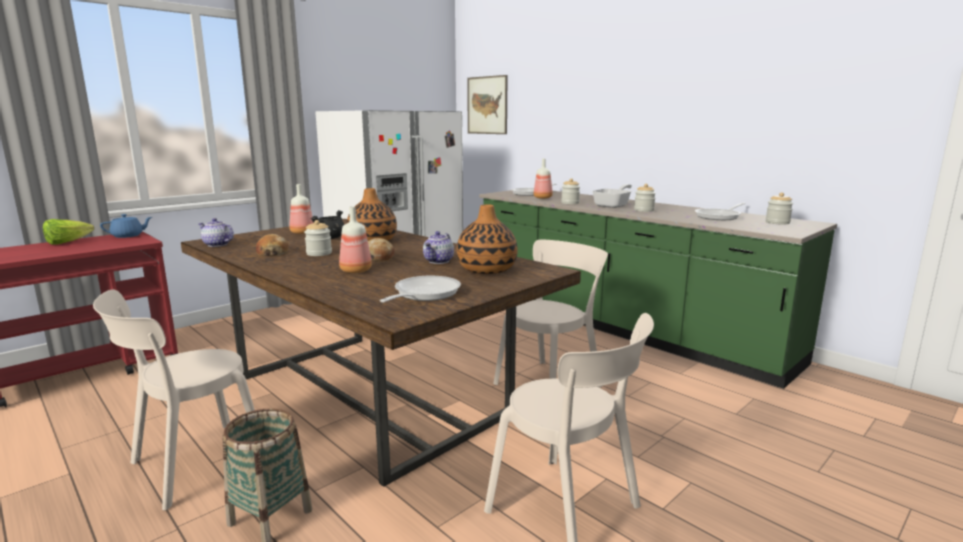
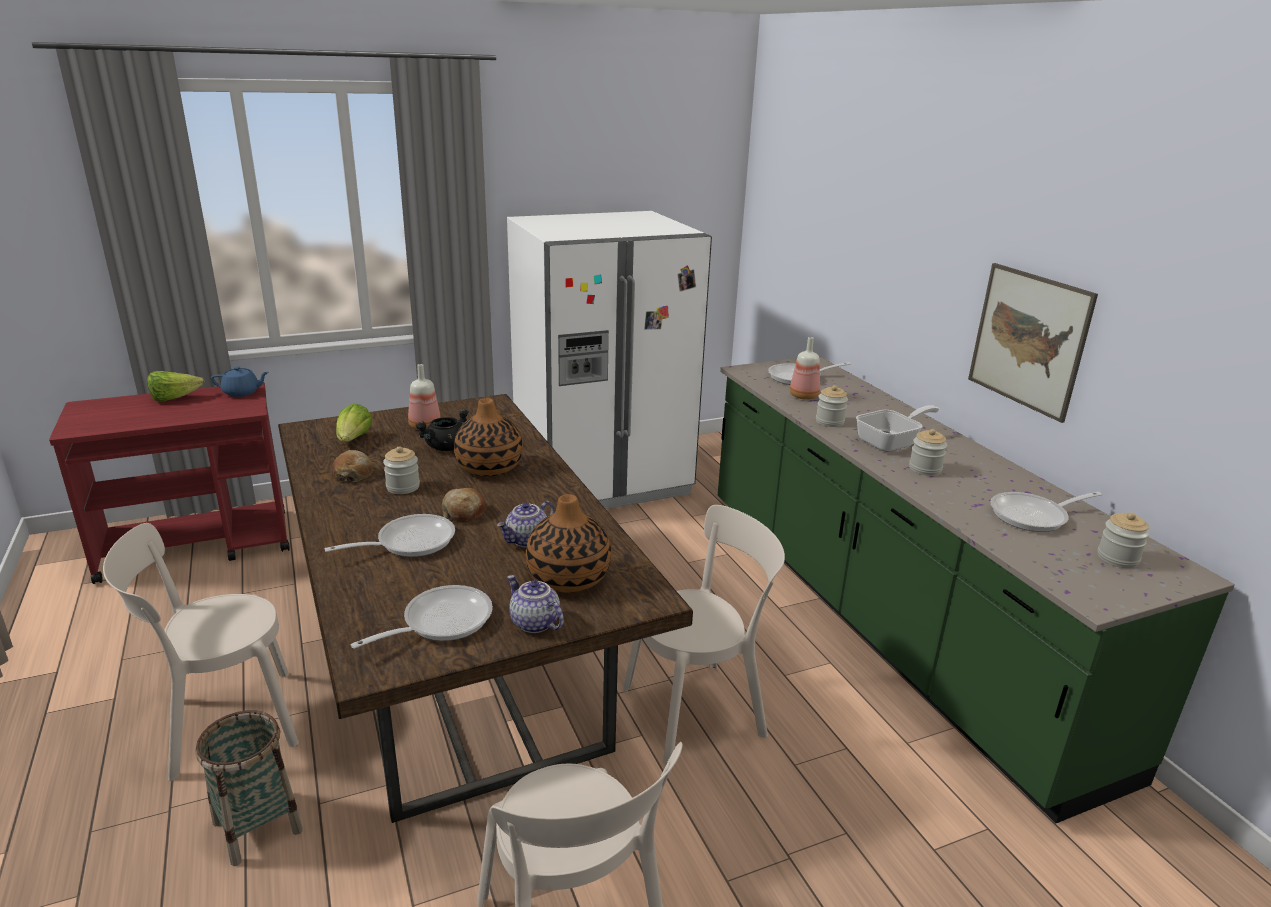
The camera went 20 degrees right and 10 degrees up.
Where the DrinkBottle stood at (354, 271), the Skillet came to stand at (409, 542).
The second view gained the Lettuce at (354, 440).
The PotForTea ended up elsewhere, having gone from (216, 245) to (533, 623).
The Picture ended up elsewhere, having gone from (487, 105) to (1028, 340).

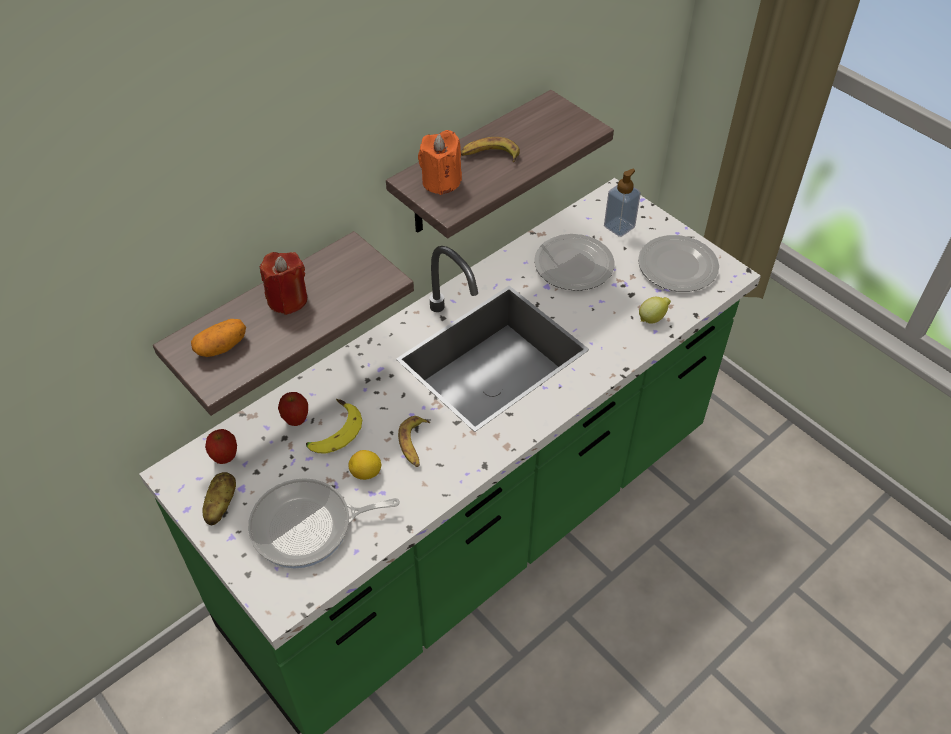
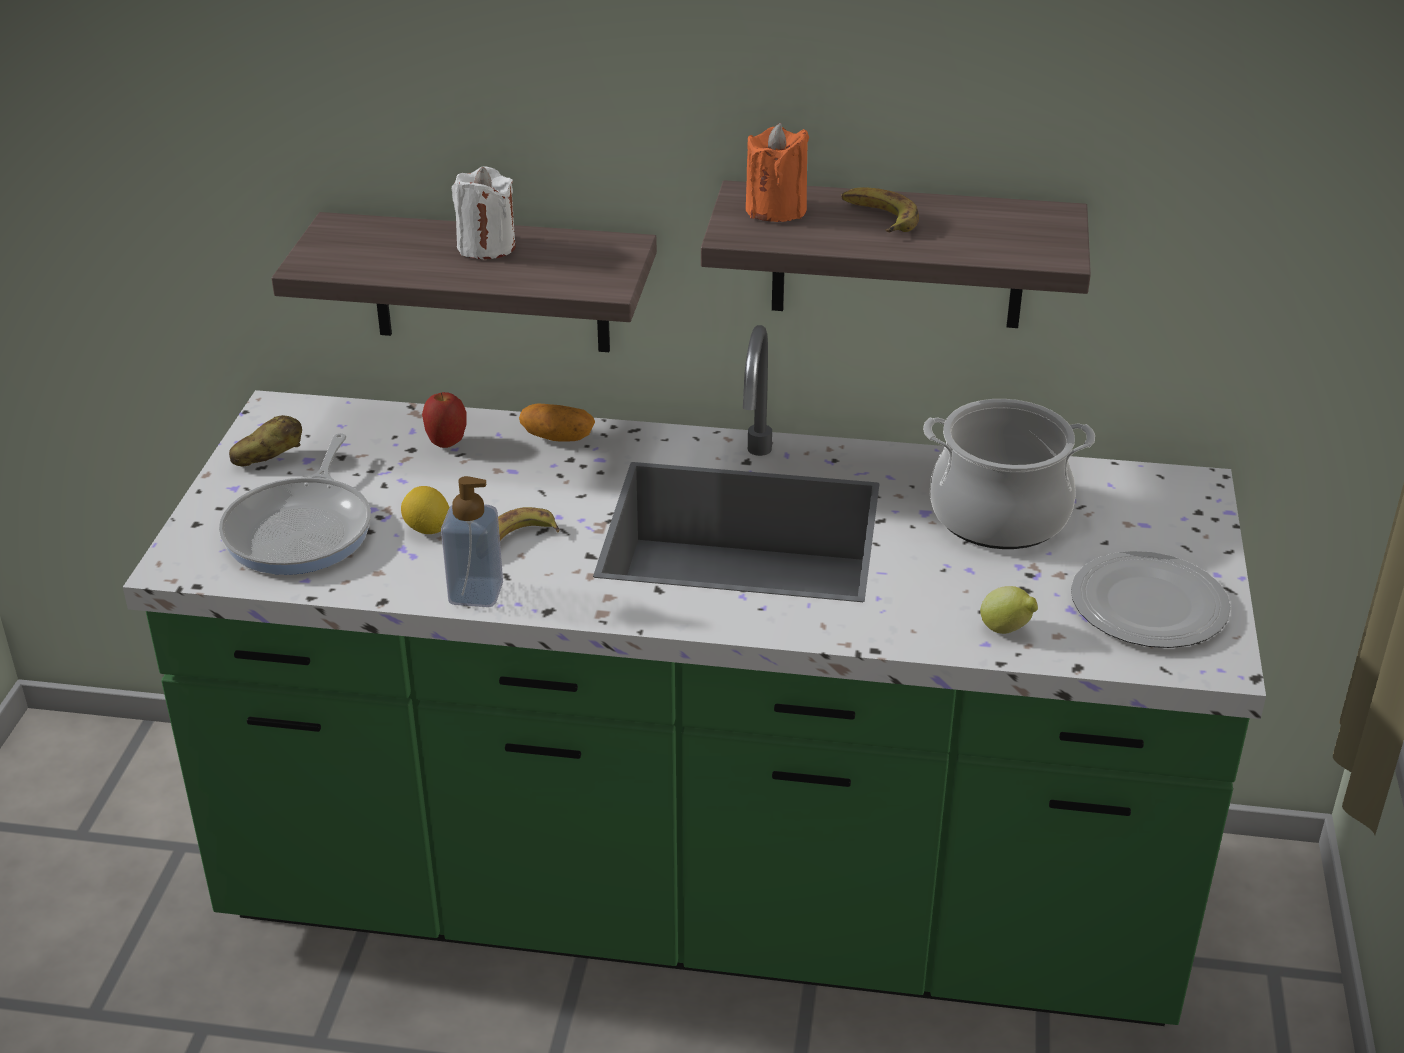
The camera went 50 degrees right and 15 degrees down.
The Skillet at (308, 527) ended up facing another way, 120 degrees counterclockwise from before.
The SoapDispenser ended up elsewhere, having gone from (619, 227) to (476, 593).
What was the ReddishCandle at (287, 299) turned into the WhitishCandle at (486, 247).
The Spud ended up elsewhere, having gone from (221, 347) to (557, 437).
Where the FlatDish stood at (574, 266), the CookingPot came to stand at (998, 516).
The second view lost the AppleFruit at (225, 457).
The second view lost the WholeBanana at (332, 431).

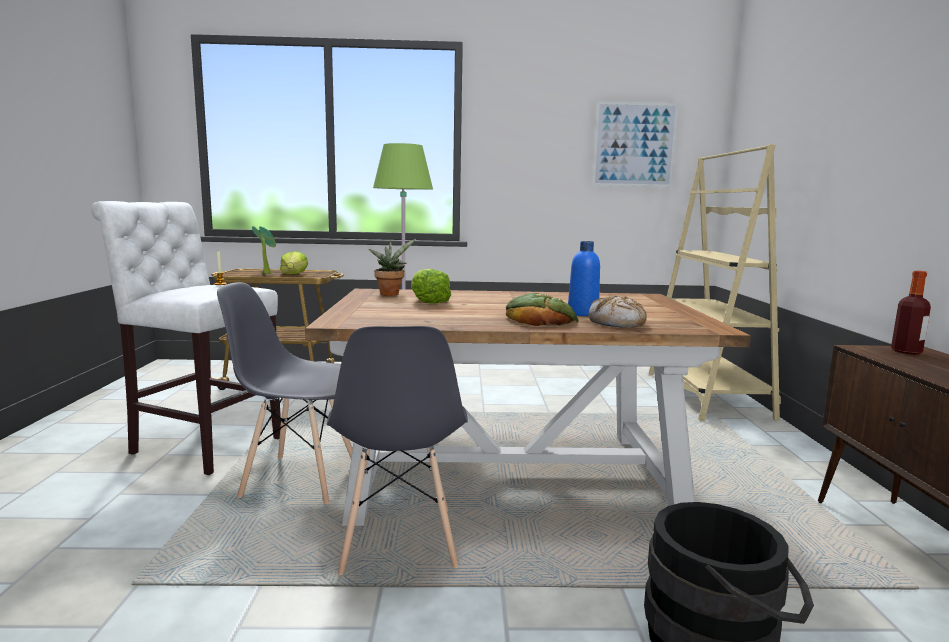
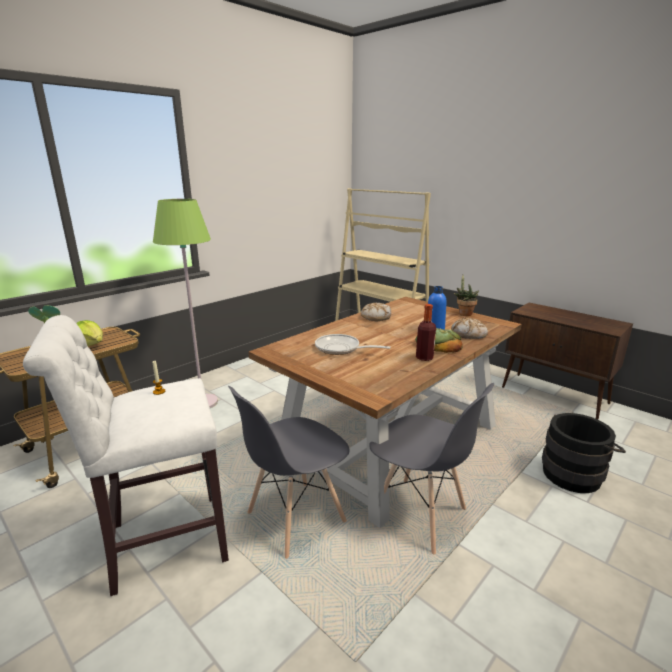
The camera went 45 degrees left and 10 degrees up.
Where the Lettuce stood at (428, 301), the Skillet came to stand at (341, 349).
The second view gained the BakeryBread at (376, 317).
The DrinkBottle ended up elsewhere, having gone from (906, 351) to (424, 358).
The PlantInAPot ended up elsewhere, having gone from (390, 294) to (464, 313).
The second view lost the Picture at (634, 145).

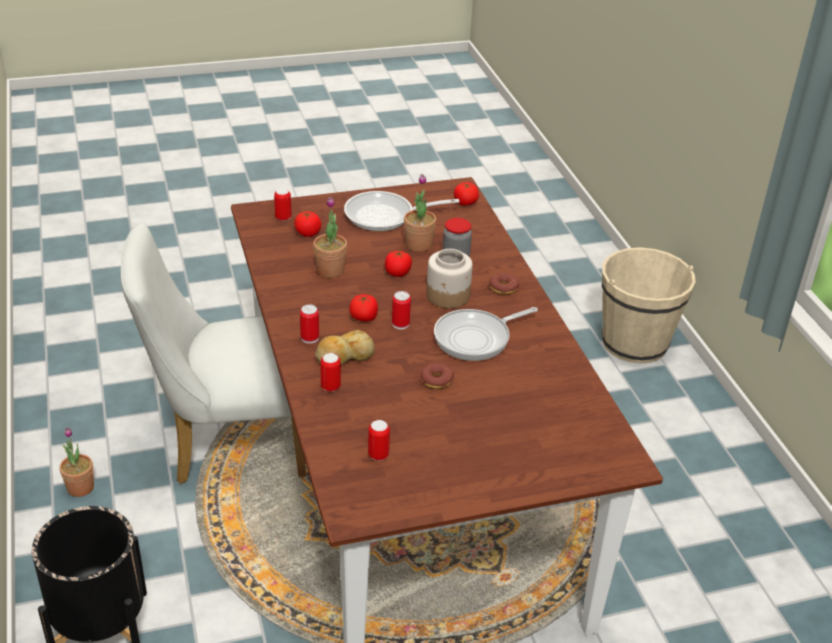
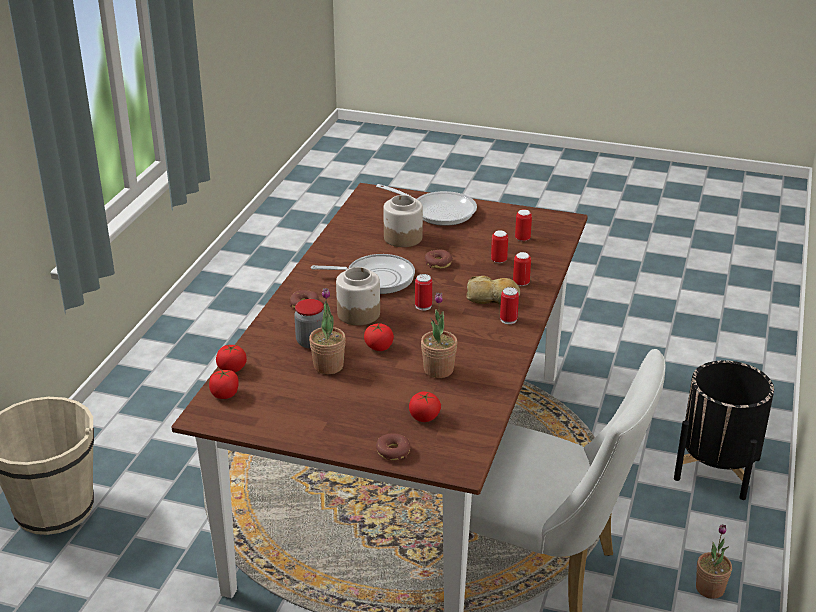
The camera went 145 degrees left and 5 degrees down.
The WholeTomato ended up elsewhere, having gone from (363, 317) to (232, 368).
The Skillet ended up elsewhere, having gone from (385, 216) to (438, 211).
The second view gained the Donut at (393, 451).
The second view gained the StorageJar at (402, 238).
The SealedCan ended up elsewhere, having gone from (283, 218) to (498, 260).

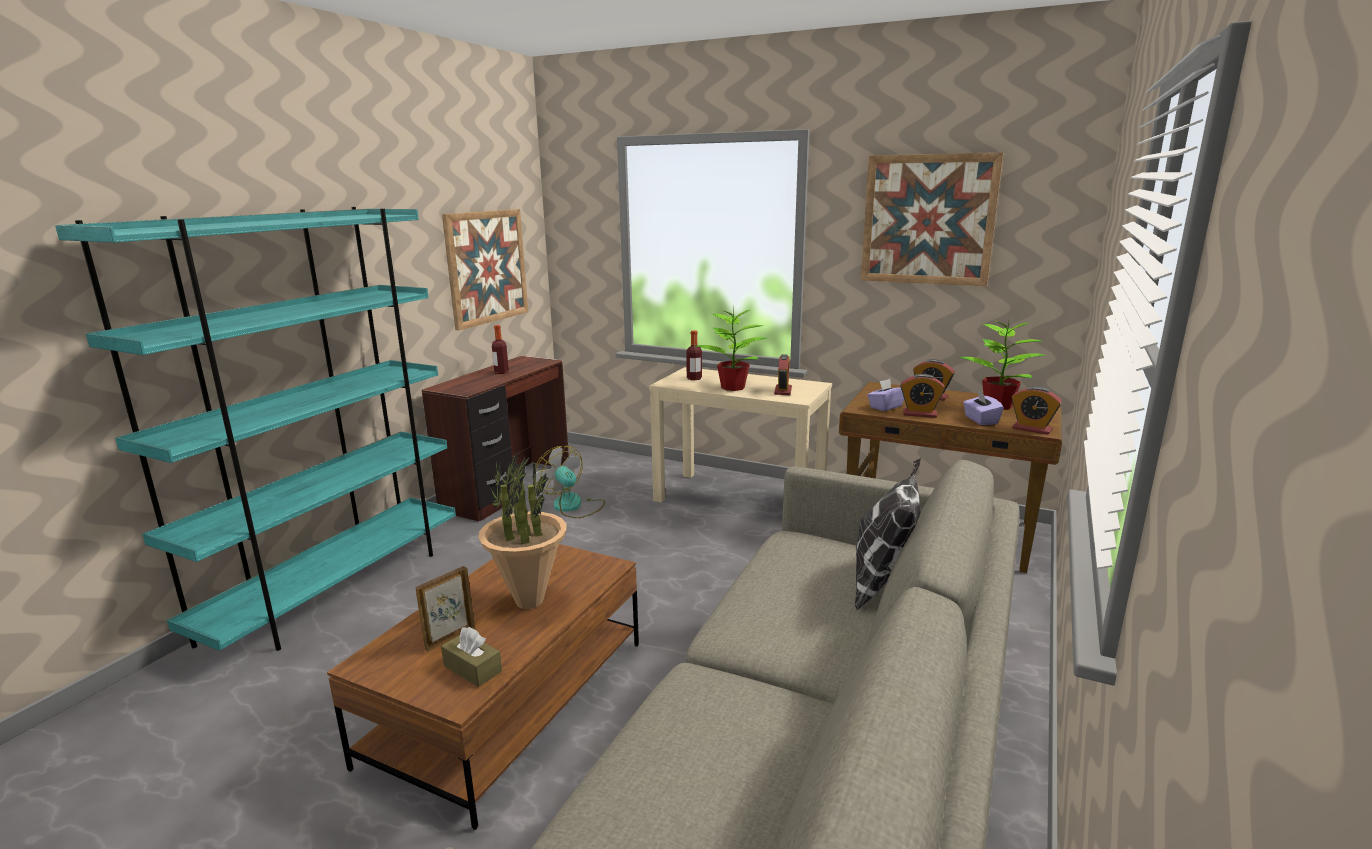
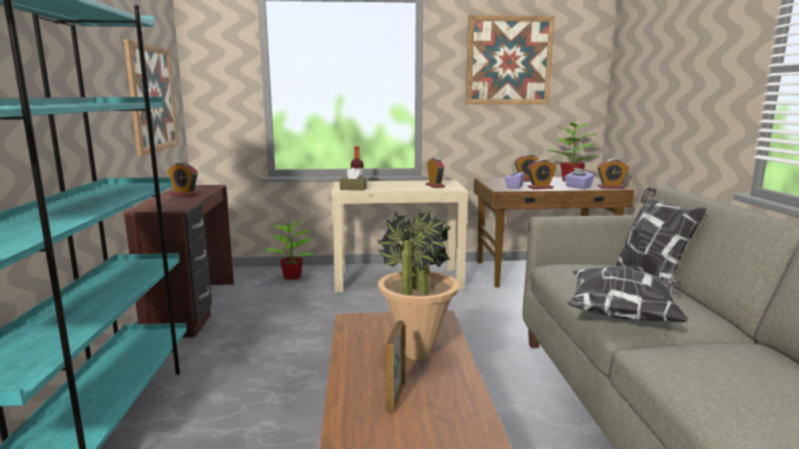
The camera went 30 degrees left and 5 degrees down.
Where the DrinkBottle stood at (501, 372), the TableClock came to stand at (184, 195).
The PlantInAPot ended up elsewhere, having gone from (733, 387) to (292, 276).
The BrownishTissueBox ended up elsewhere, having gone from (472, 668) to (353, 189).
The second view gained the Pillow at (623, 316).
The second view lost the ElectricFan at (573, 506).

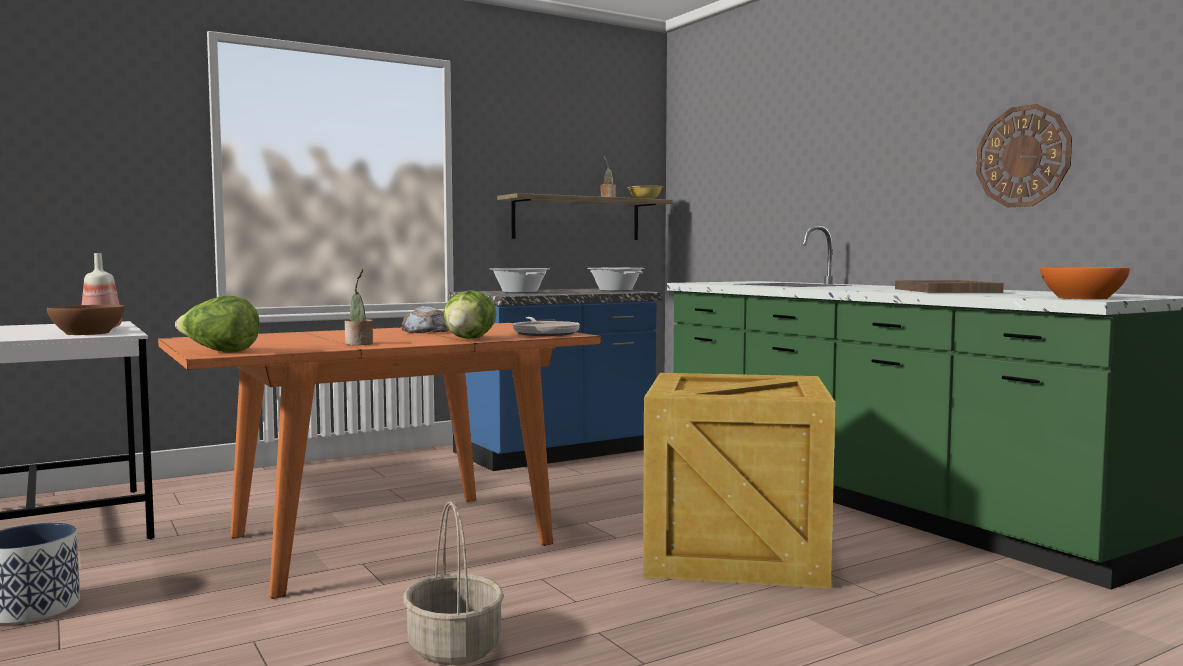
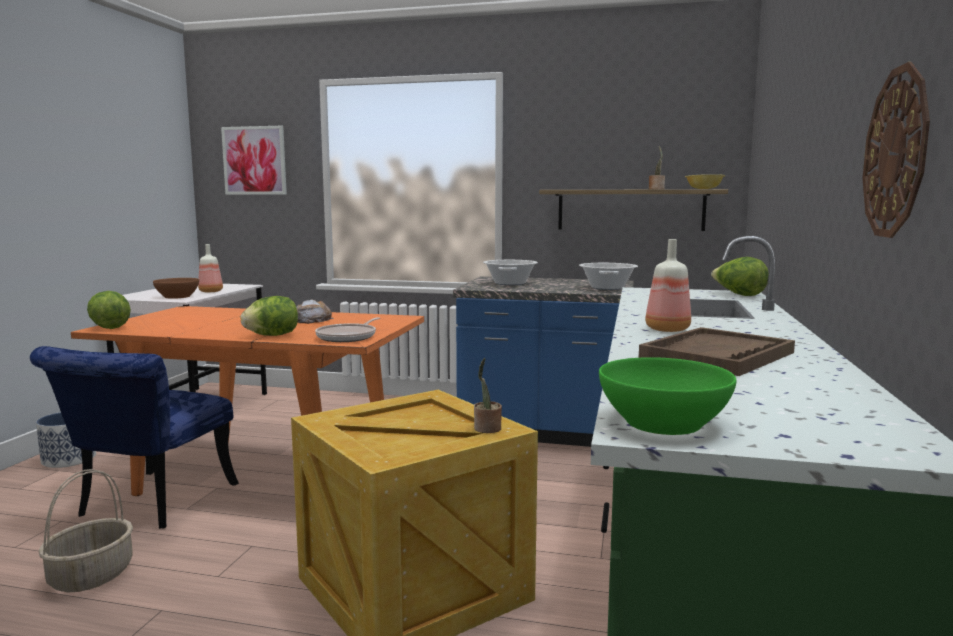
The camera went 45 degrees right and 5 degrees up.
The second view gained the BlueUprightChair at (148, 505).
The second view gained the Picture at (254, 160).
The PlantInAPot ended up elsewhere, having gone from (359, 344) to (487, 429).
What was the OrangeBowl at (1083, 298) turned into the GreenishBowl at (664, 423).
The second view gained the DrinkBottle at (666, 329).
The second view gained the Lettuce at (738, 295).

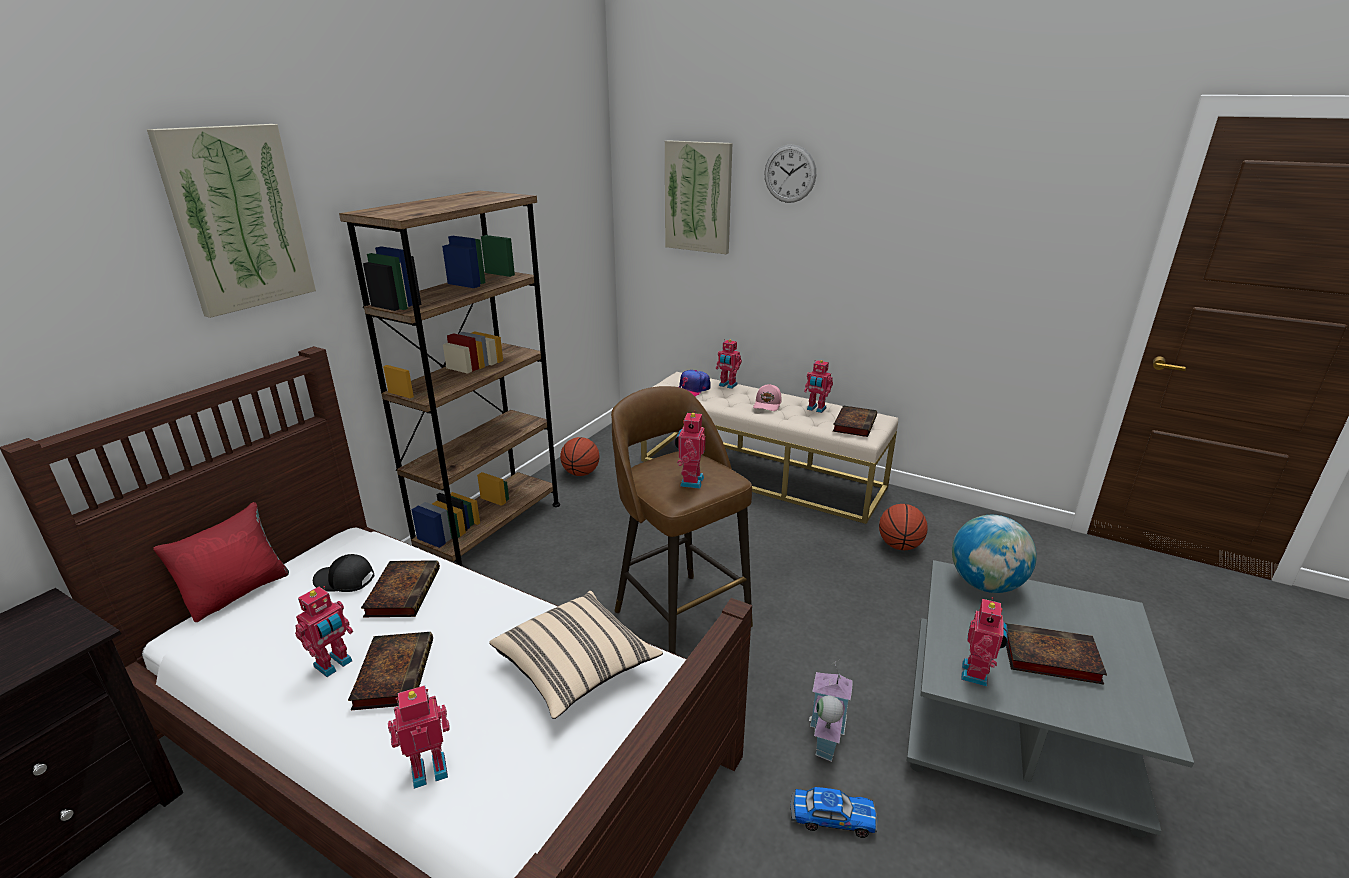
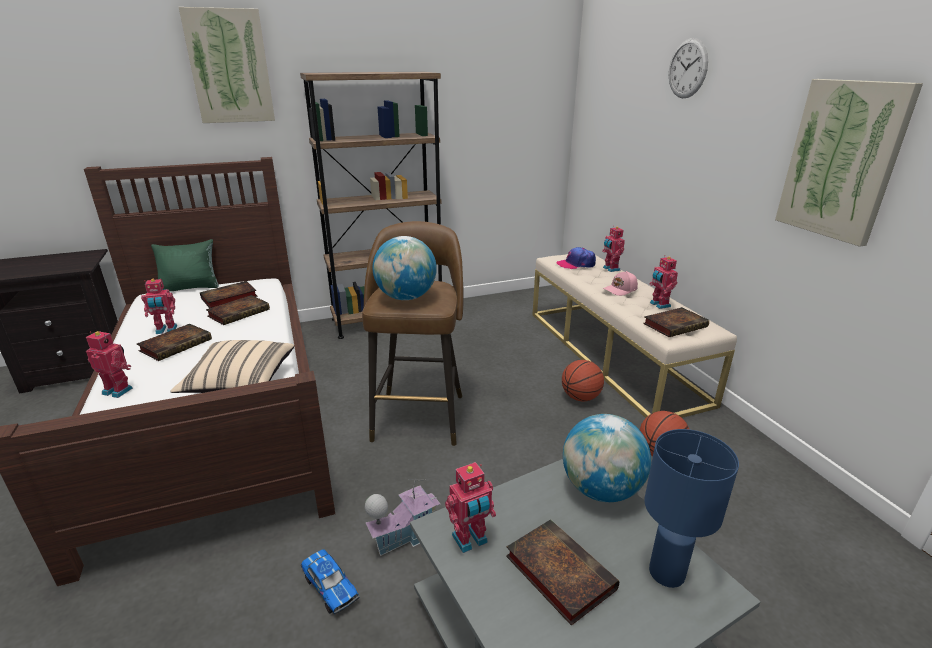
The camera went 40 degrees right and 0 degrees up.
What was the ReddishPillow at (238, 592) turned into the GreenishPillow at (191, 287).
Where the BlackColouredCap stood at (344, 581), the Volume came to stand at (228, 298).
Where the ModelRobot stood at (690, 481), the DeskGlobe came to stand at (406, 297).
The BallForBasketball ended up elsewhere, having gone from (581, 473) to (580, 397).
The second view gained the BlueTabletopLamp at (667, 573).
The Picture ended up elsewhere, having gone from (698, 197) to (842, 160).

